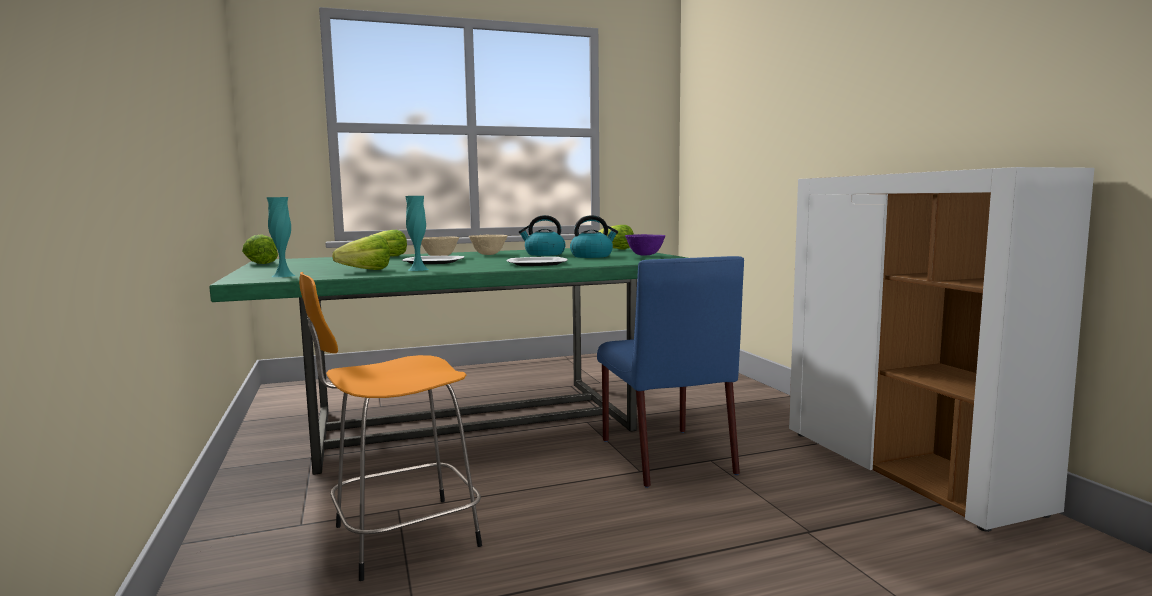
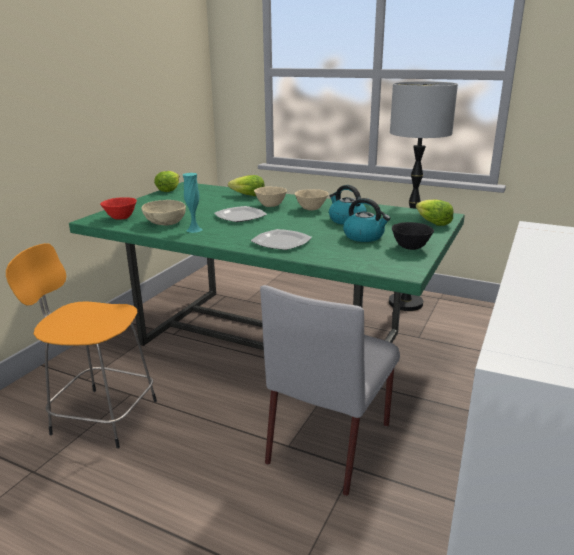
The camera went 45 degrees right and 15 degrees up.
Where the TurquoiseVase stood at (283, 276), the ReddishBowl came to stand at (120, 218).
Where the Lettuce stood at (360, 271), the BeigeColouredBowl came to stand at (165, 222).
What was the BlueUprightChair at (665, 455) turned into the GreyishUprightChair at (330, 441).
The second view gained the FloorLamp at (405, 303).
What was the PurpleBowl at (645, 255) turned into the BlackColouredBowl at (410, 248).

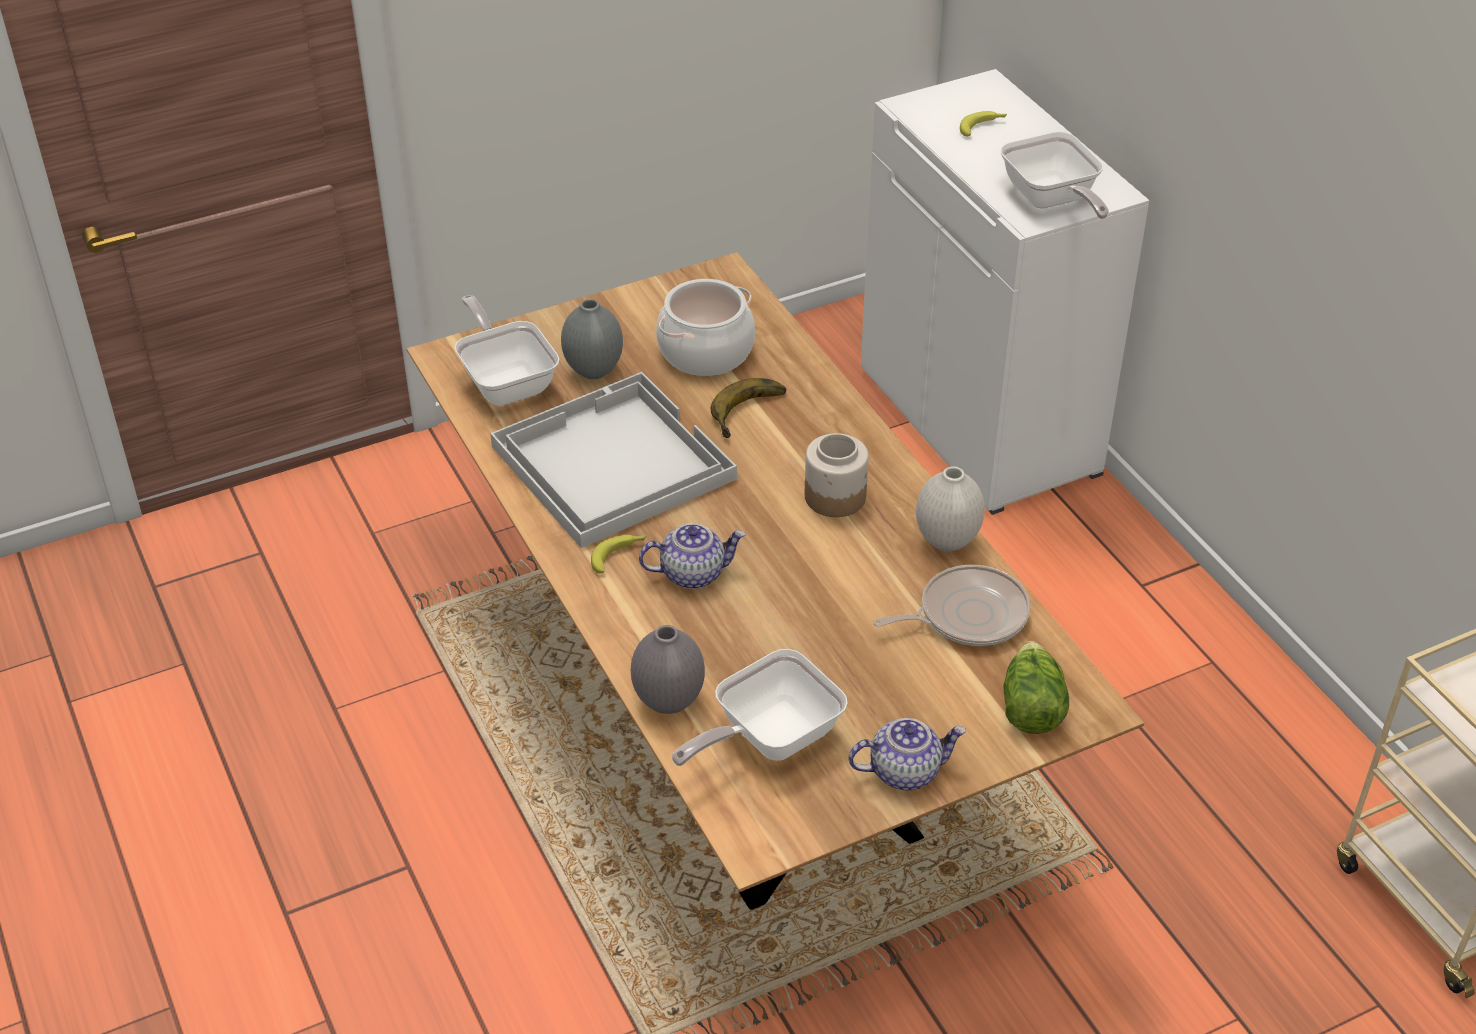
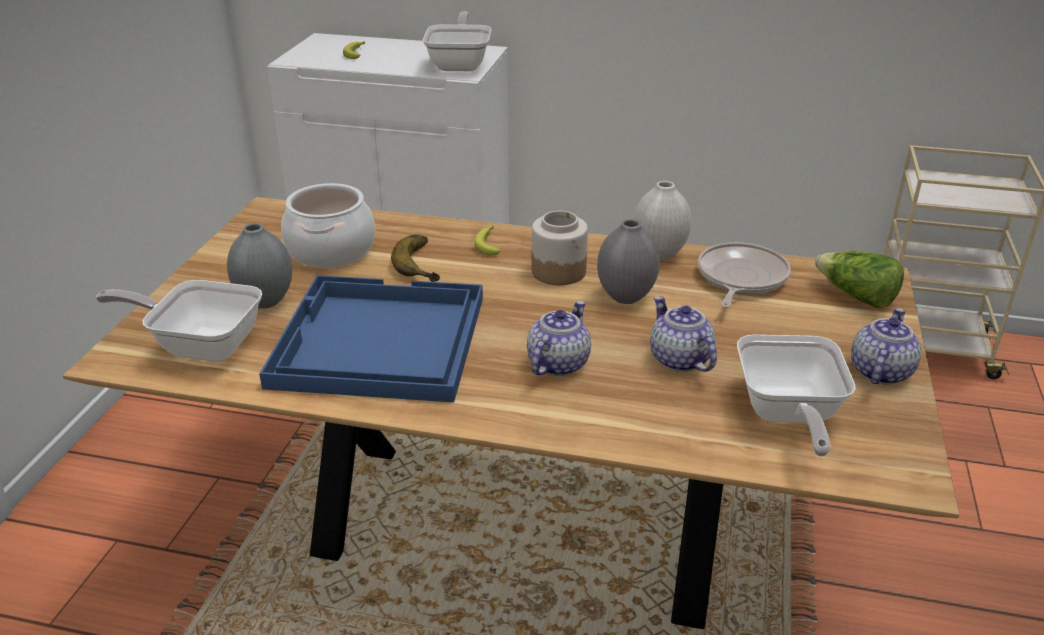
The camera went 50 degrees left and 10 degrees down.
What was the WhitishTray at (610, 462) turned into the BlueTray at (377, 342).
The Skillet at (1051, 201) ended up facing another way, 105 degrees counterclockwise from before.
The WholeBanana ended up elsewhere, having gone from (619, 555) to (489, 243).
The GreyishVase ended up elsewhere, having gone from (669, 702) to (626, 297).
The second view gained the PotForTea at (678, 359).

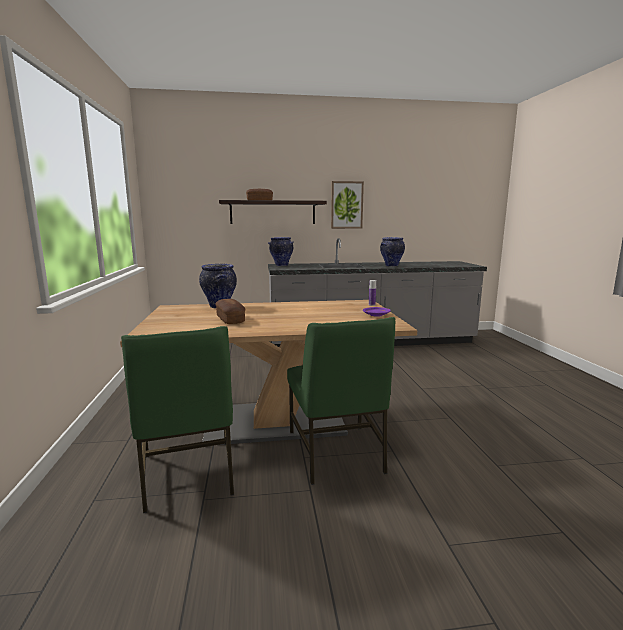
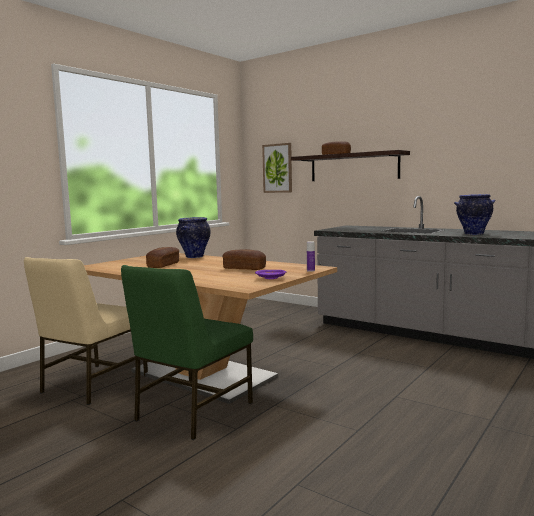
The camera went 45 degrees right and 5 degrees down.
What was the GreenishUprightChair at (188, 474) turned into the BeigeColouredUprightChair at (92, 384).
The second view gained the BakeryBread at (244, 268).
The Picture ended up elsewhere, having gone from (346, 205) to (277, 168).
The second view lost the Vase at (281, 265).

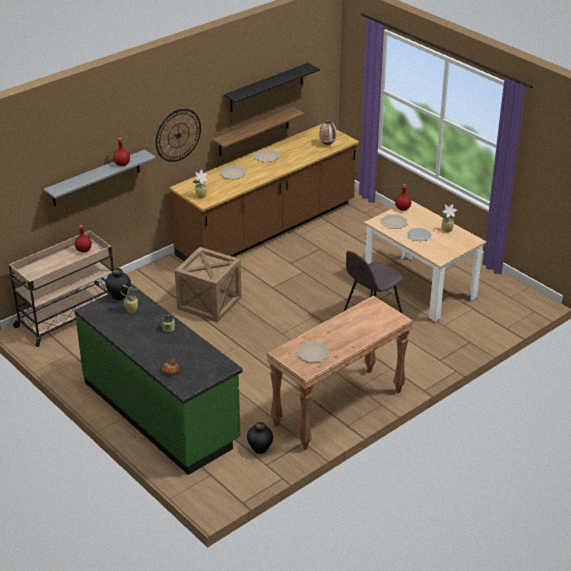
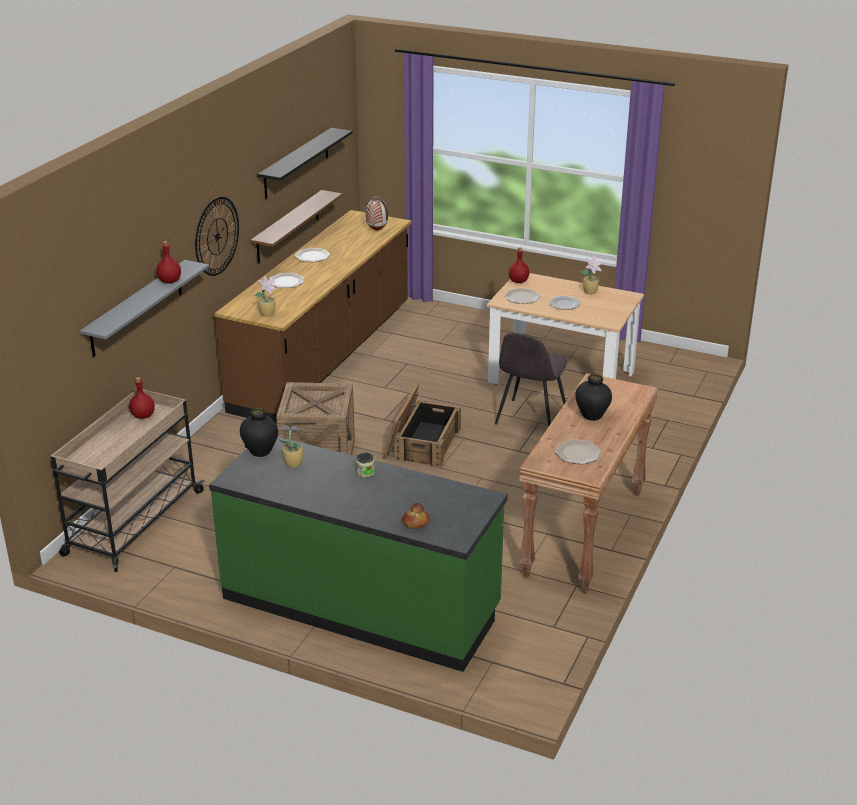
The camera went 25 degrees left and 5 degrees down.
The second view gained the ShippingCrate at (421, 442).
The BlackColouredVase ended up elsewhere, having gone from (260, 449) to (592, 416).

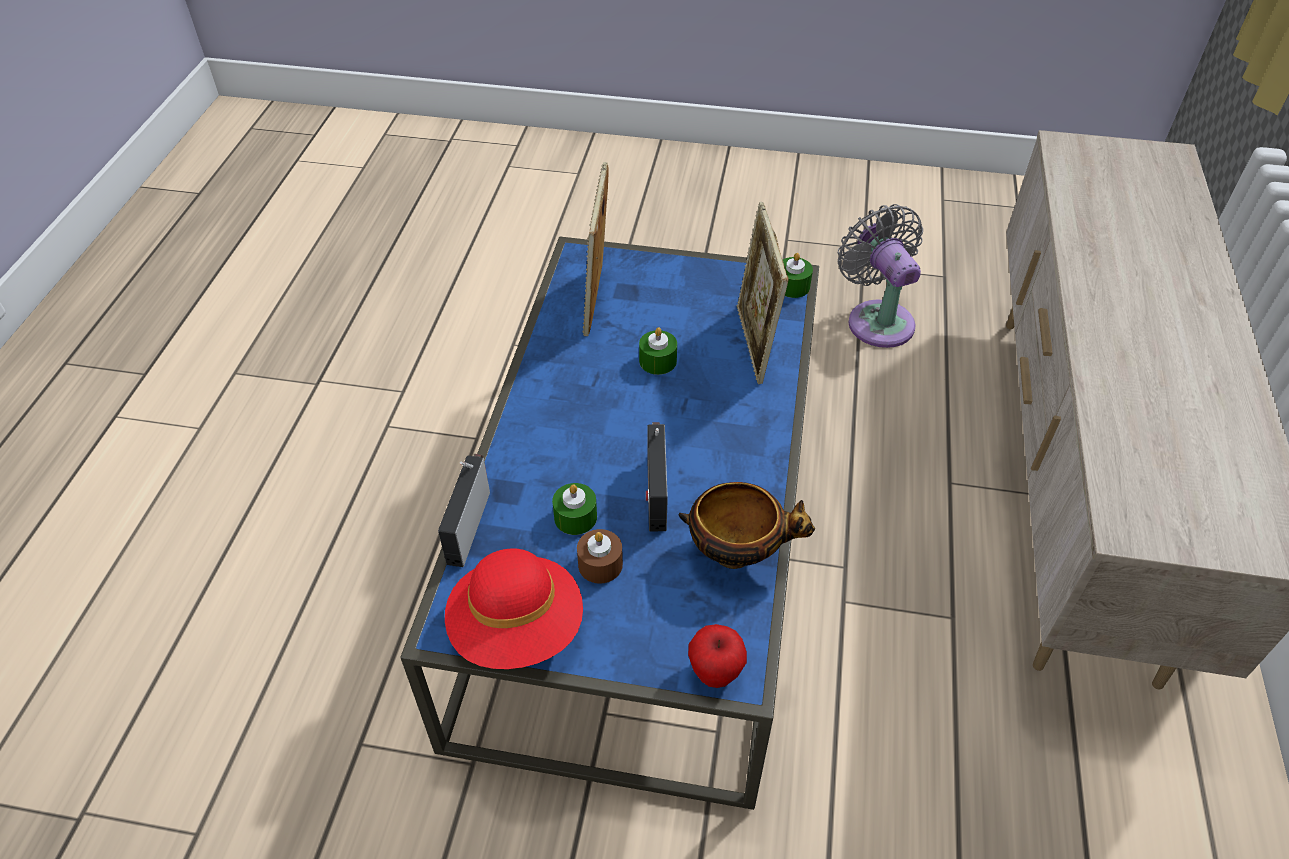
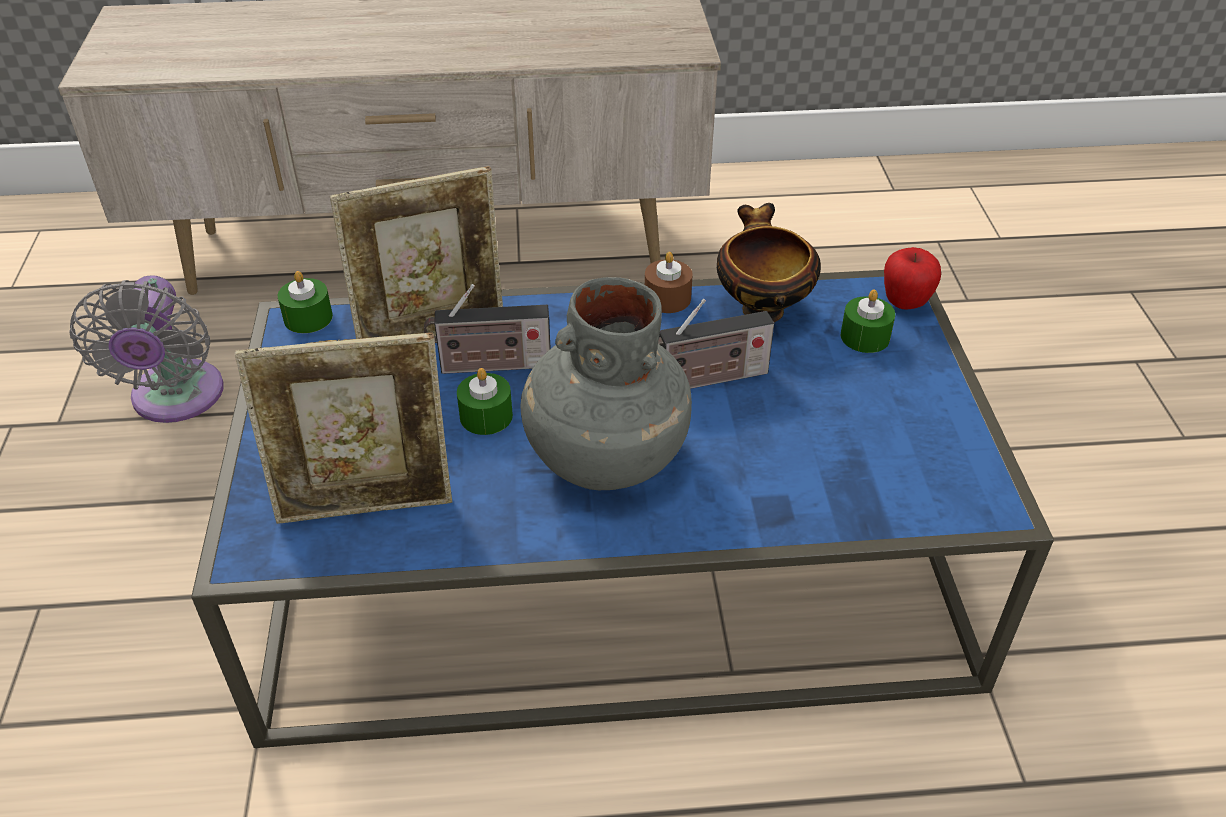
The camera went 105 degrees left and 5 degrees down.
The GreyishElectricFan at (877, 319) ended up facing another way, 60 degrees counterclockwise from before.
The RadioReceiver ended up elsewhere, having gone from (468, 523) to (490, 366).
The second view gained the GreyishVase at (604, 456).
The BrownishCandle ended up elsewhere, having gone from (600, 564) to (667, 298).
The GreenishCandle ended up elsewhere, having gone from (575, 517) to (865, 337).
The second view lost the ReddishClothingHat at (517, 628).

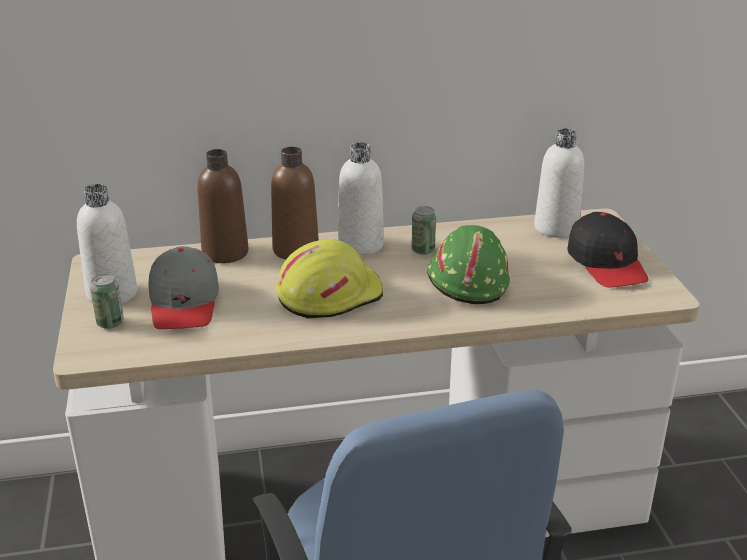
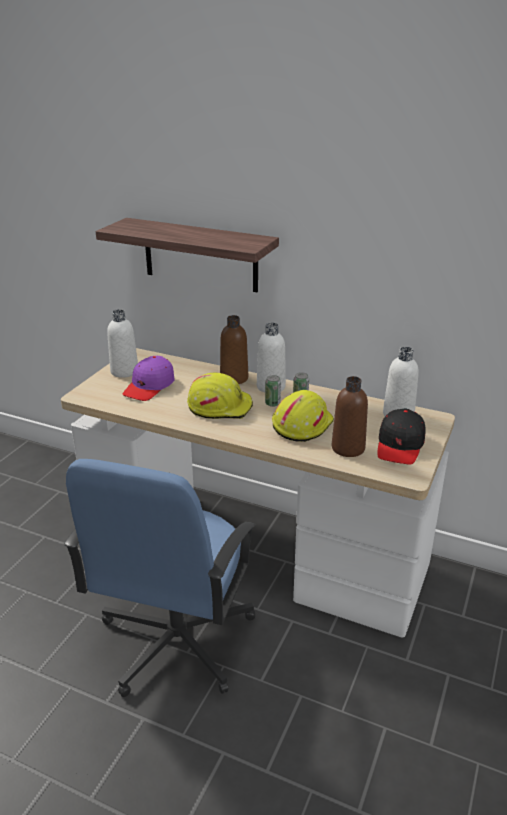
The camera went 35 degrees right and 0 degrees up.
The second view gained the WallShelf at (200, 255).
What was the GreyishCap at (184, 302) turned into the PurpleCap at (149, 386).
The SealedCan ended up elsewhere, having gone from (110, 323) to (272, 403).
What was the GreenishSafetyHelmet at (466, 280) turned into the YellowColouredSafetyHelmet at (301, 425).
The BrownishDrinkBottle ended up elsewhere, having gone from (225, 253) to (348, 448).

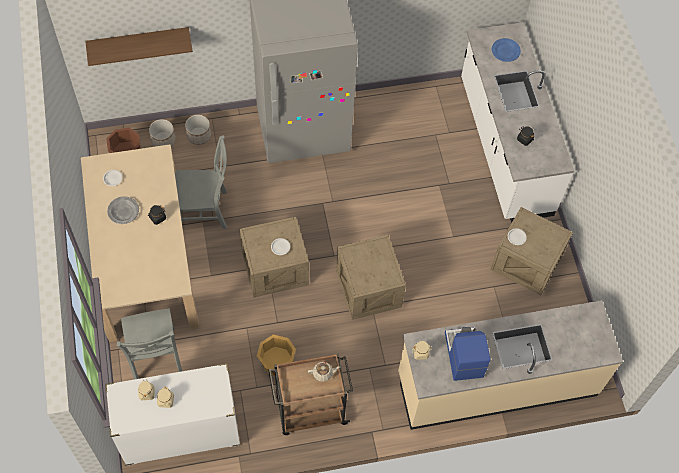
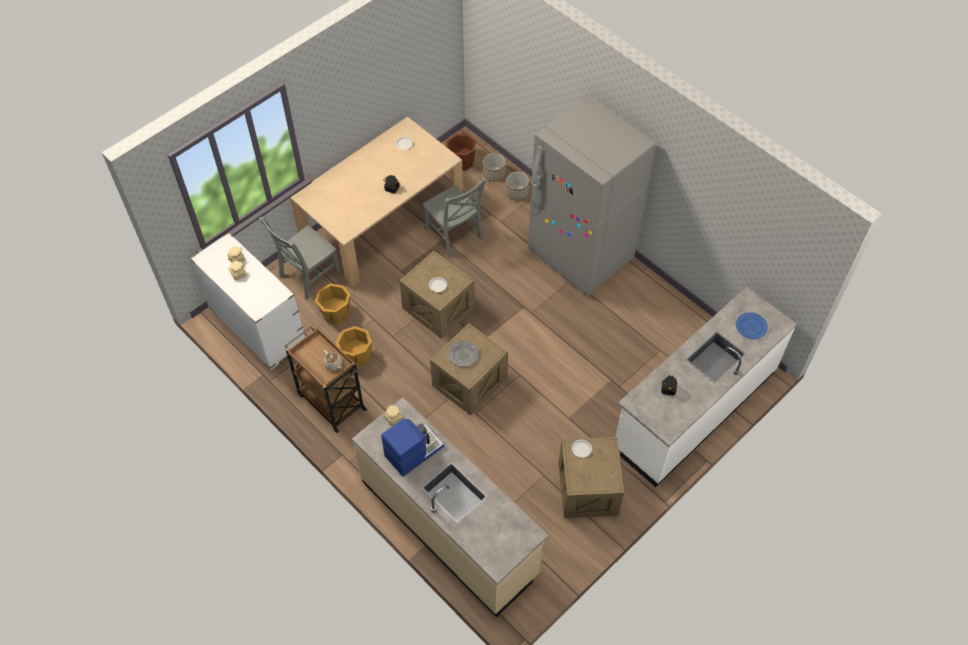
The camera went 60 degrees right and 5 degrees down.
The second view gained the OrangeWaterBucket at (335, 313).
The GreyishFlatDish ended up elsewhere, having gone from (123, 211) to (463, 355).
The second view lost the WallShelf at (139, 41).

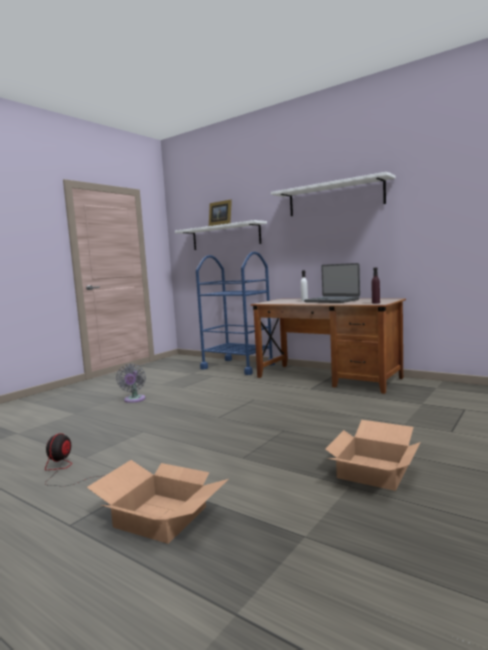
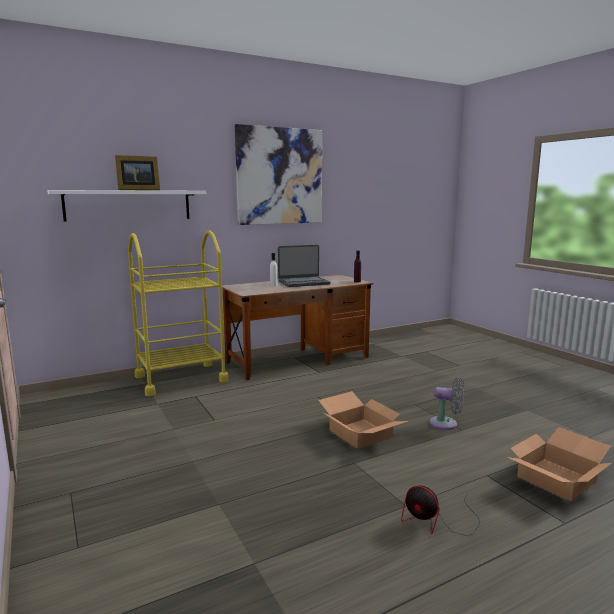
The camera went 65 degrees left and 5 degrees up.
What was the BlueCart at (237, 366) turned into the YellowColouredCart at (181, 379).
Where the WhitishWallShelf hung at (335, 198), the Picture came to hang at (280, 176).
The PackingBox ended up elsewhere, having gone from (374, 472) to (362, 433).
The GreyishElectricFan ended up elsewhere, having gone from (134, 400) to (446, 424).

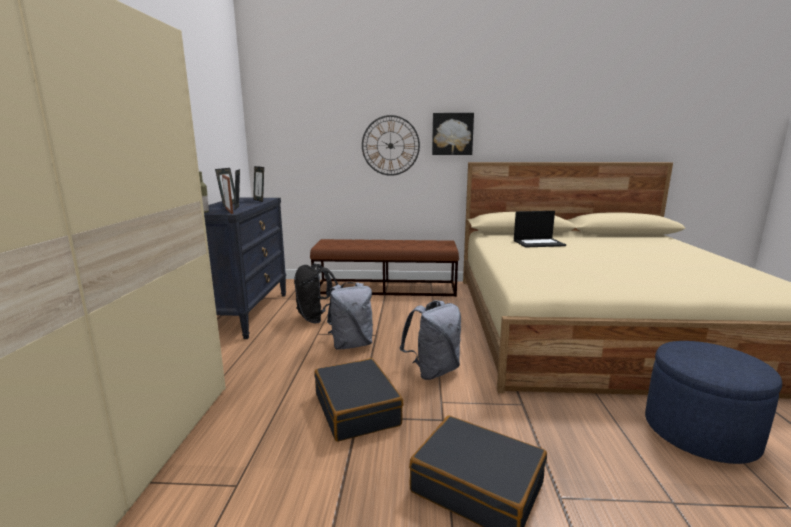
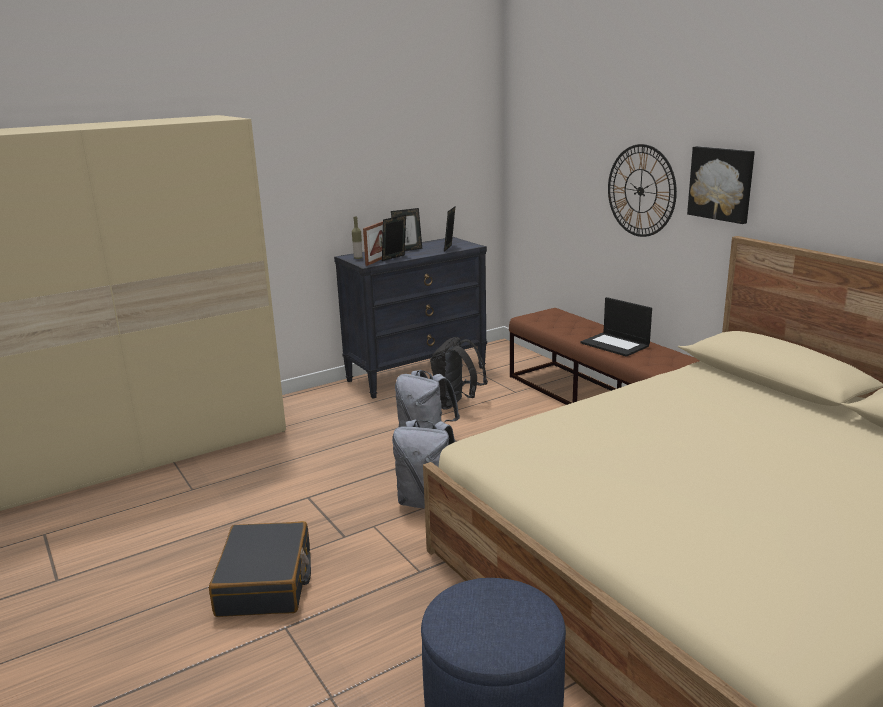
The camera went 55 degrees right and 5 degrees up.
The NotebookComputer ended up elsewhere, having gone from (539, 243) to (616, 344).
The second view lost the BlackColouredSuitcase at (357, 409).

